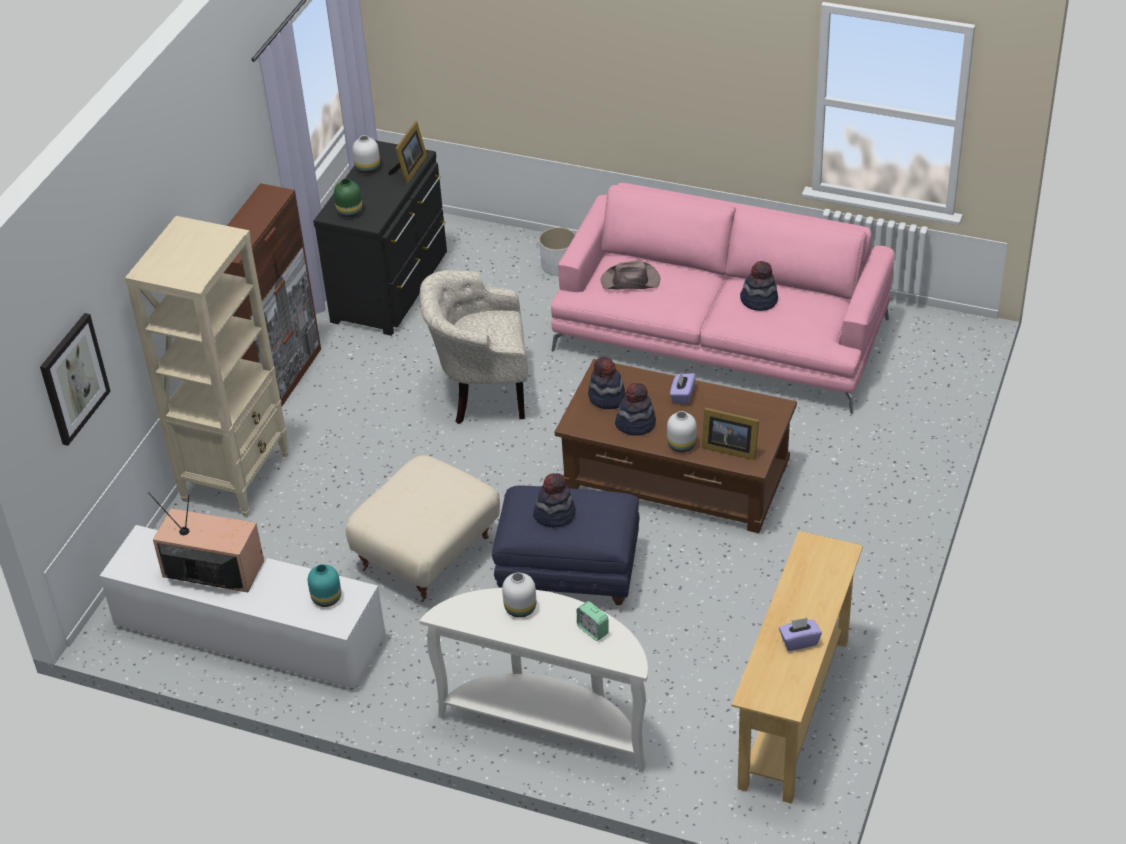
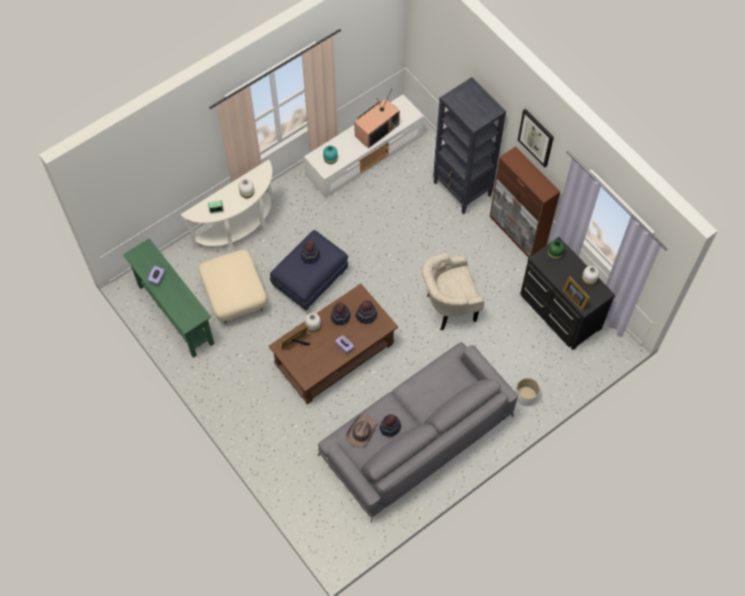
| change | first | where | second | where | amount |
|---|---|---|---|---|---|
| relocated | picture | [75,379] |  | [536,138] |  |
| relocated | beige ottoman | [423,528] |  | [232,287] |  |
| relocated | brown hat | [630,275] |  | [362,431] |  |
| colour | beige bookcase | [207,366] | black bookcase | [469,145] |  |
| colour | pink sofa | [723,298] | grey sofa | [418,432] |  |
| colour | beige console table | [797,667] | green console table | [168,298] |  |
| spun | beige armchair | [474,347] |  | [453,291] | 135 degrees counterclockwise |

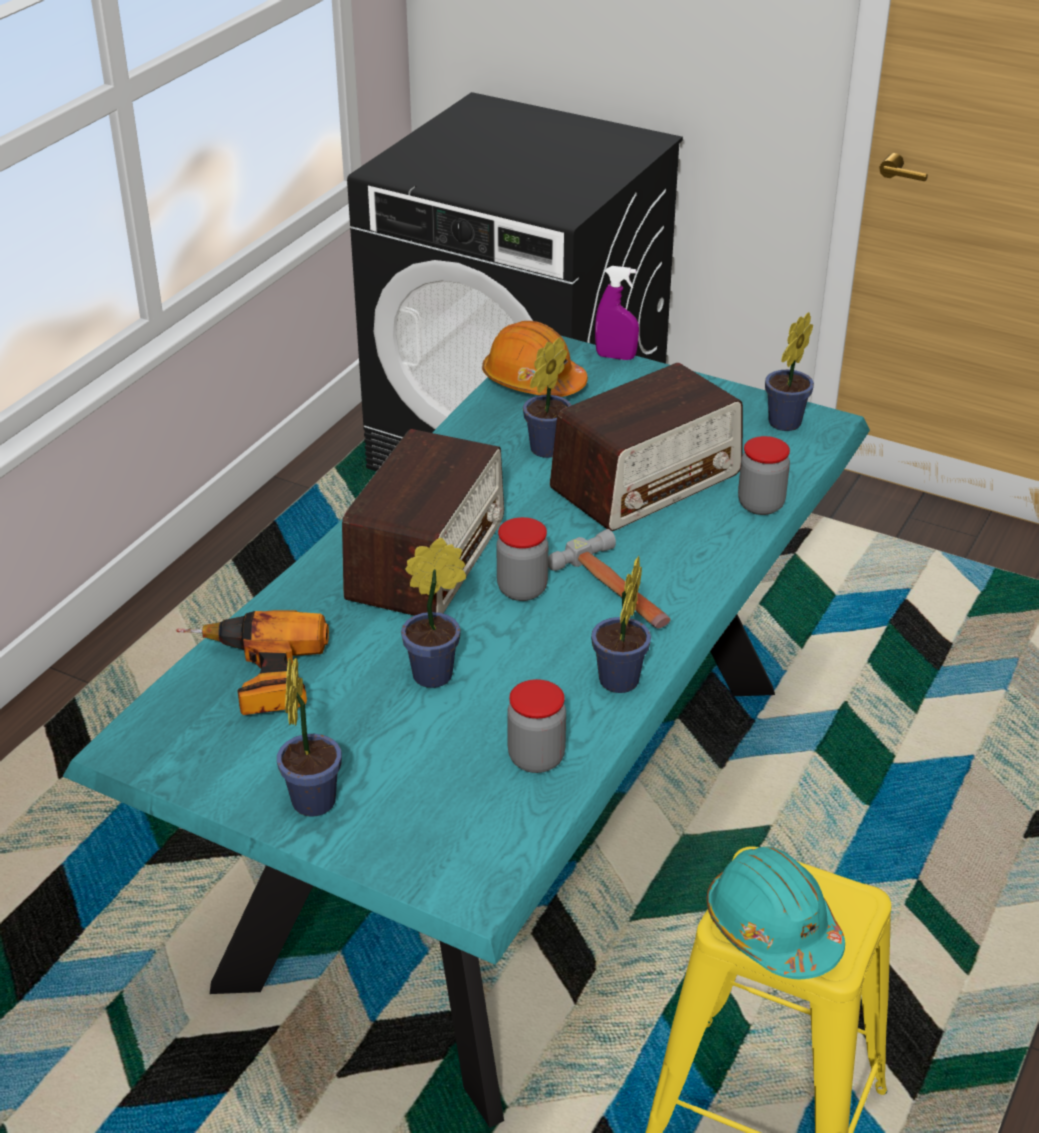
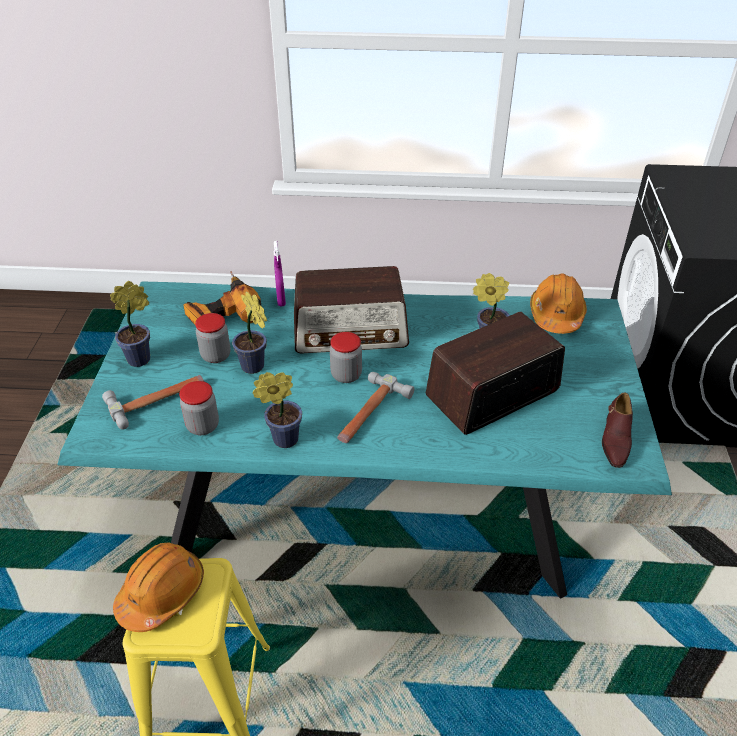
| change | first | where | second | where | amount |
|---|---|---|---|---|---|
| appeared |  |  | hammer | [153,402] |  |
| relocated | purple spray bottle | [617,313] |  | [280,273] |  |
| relocated | jar | [764,475] |  | [213,338] |  |
| exchanged | potted plant | [789,371] | brown shoe | [617,430] |  |
| colour | turquoise hard hat | [775,912] | orange hard hat | [158,587] |  |
| spun | radio | [646,447] |  | [495,373] | 120 degrees clockwise |

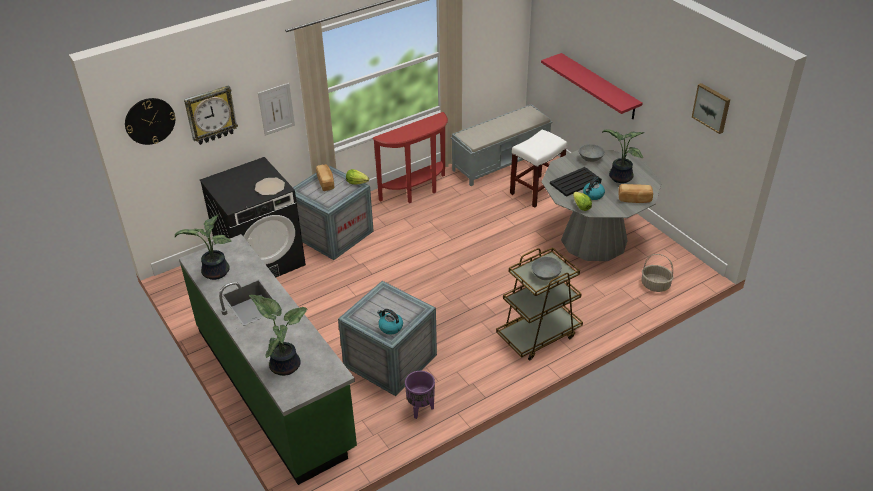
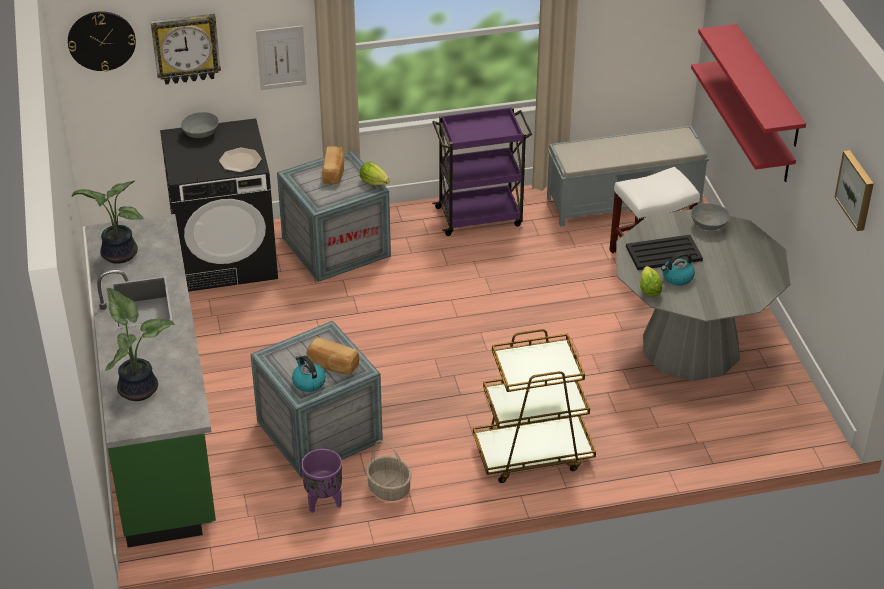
| change | first | where | second | where | amount |
|---|---|---|---|---|---|
| missing | potted plant | [623,156] |  |  |  |
| appeared |  |  | red shelf | [752,85] |  |
| relocated | grey bowl | [546,268] |  | [200,125] |  |
| relocated | bread | [635,193] |  | [333,356] |  |
| relocated | basket | [657,273] |  | [389,470] |  |
| exchanged | red console table | [410,157] | purple cart | [482,171] |  |

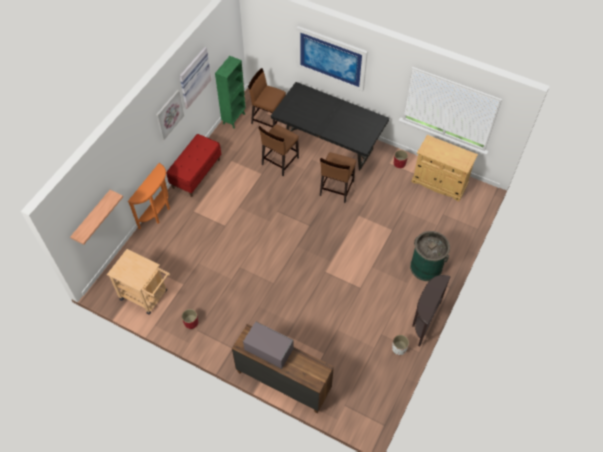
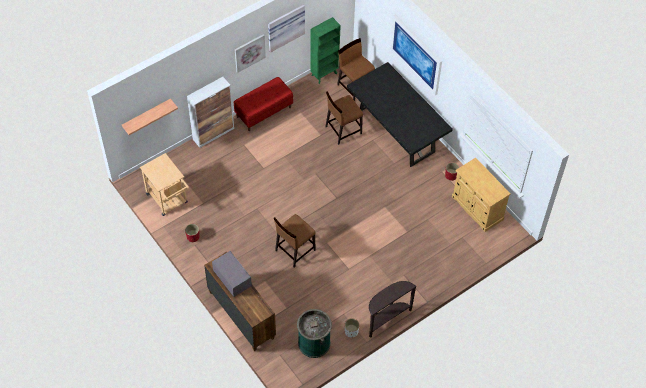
| change | first | where | second | where | amount |
|---|---|---|---|---|---|
| relocated | brown chair | [338,177] |  | [295,241] |  |
| relocated | green trash can | [430,256] |  | [314,333] |  |
| exchanged | orange console table | [149,196] | cabinet | [210,112] |  |

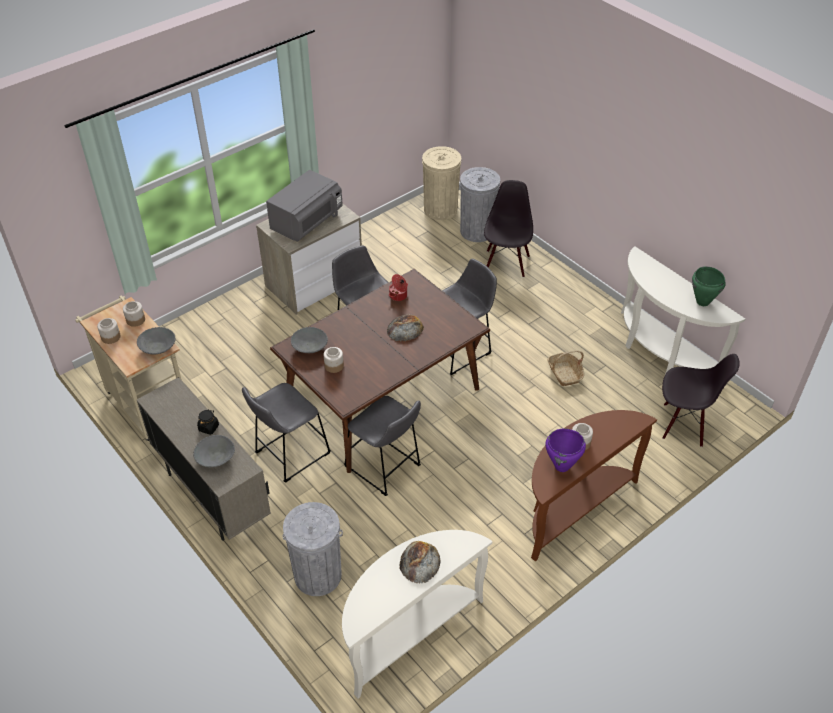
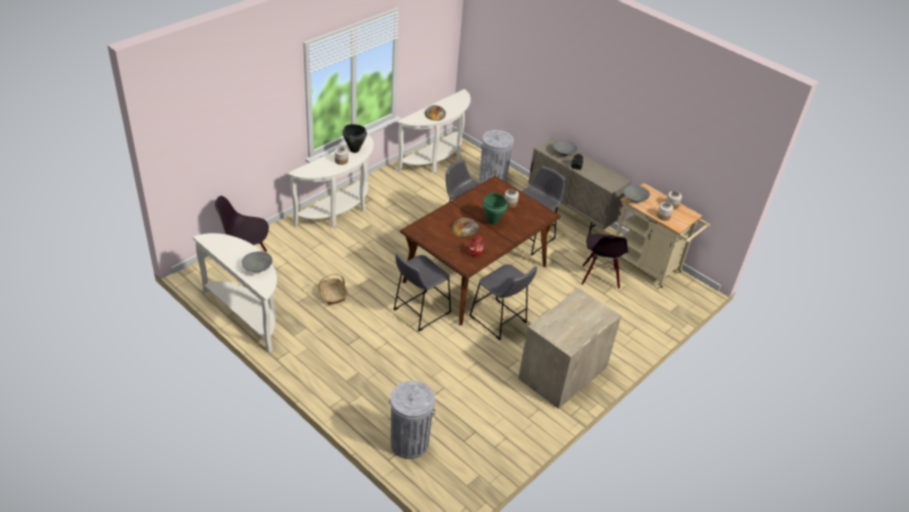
| change | first | where | second | where | amount |
|---|---|---|---|---|---|
| missing | grey microwave | [304,206] |  |  |  |
| missing | beige trash can | [441,183] |  |  |  |
| relocated | grey bowl | [309,340] |  | [257,261] |  |
| relocated | black chair | [508,229] |  | [605,261] |  |
| relocated | green cooking pot | [709,286] |  | [495,209] |  |
| colour | brown console table | [594,486] | white console table | [331,181] |  |
| colour | purple cooking pot | [565,450] | black cooking pot | [355,138] |  |

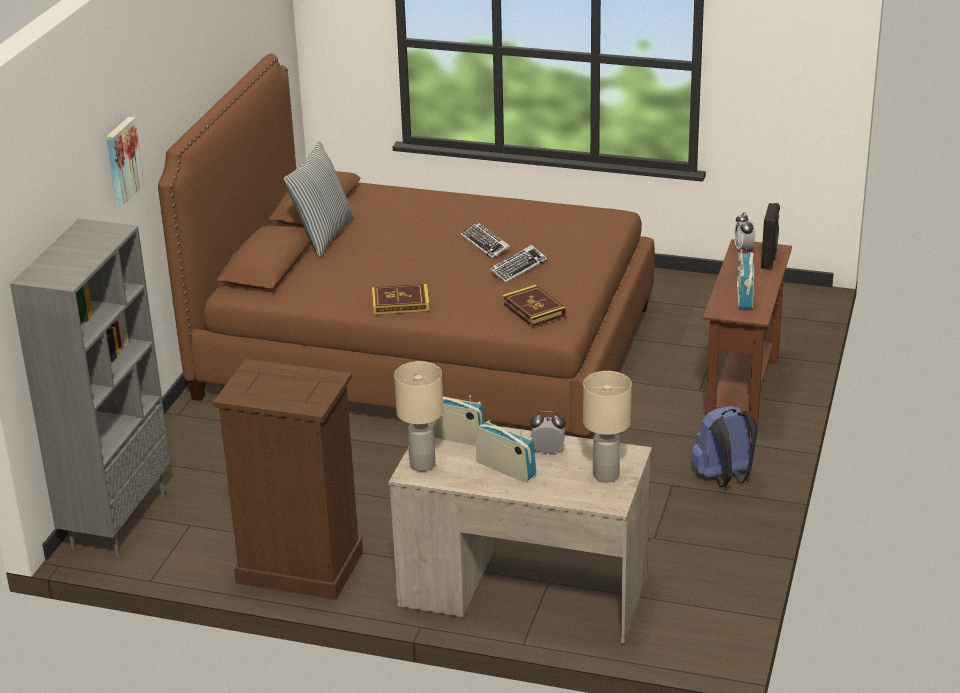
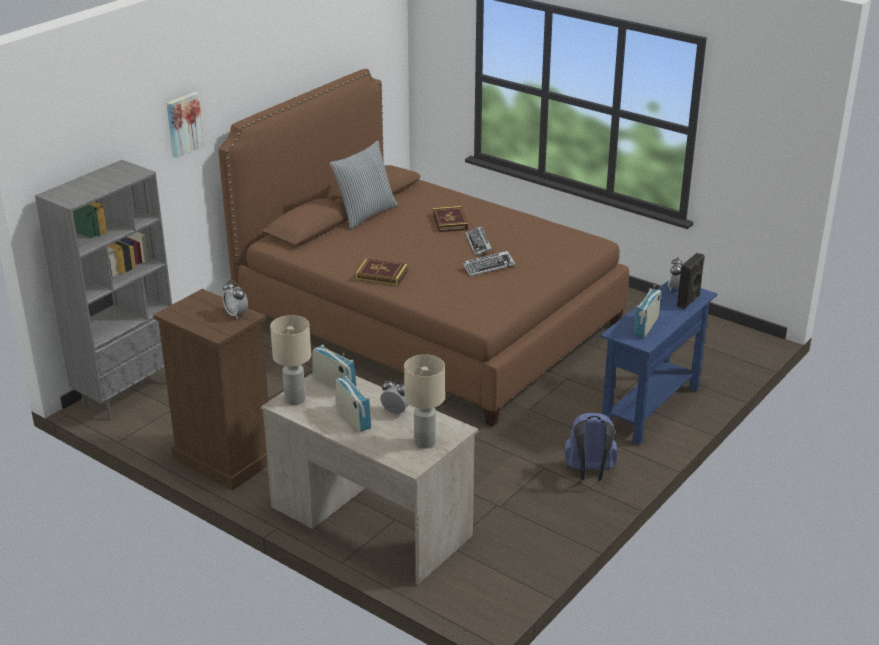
| change | first | where | second | where | amount |
|---|---|---|---|---|---|
| appeared |  |  | alarm clock | [235,299] |  |
| relocated | book | [534,306] |  | [450,219] |  |
| colour | brown console table | [747,337] | blue console table | [658,362] |  |

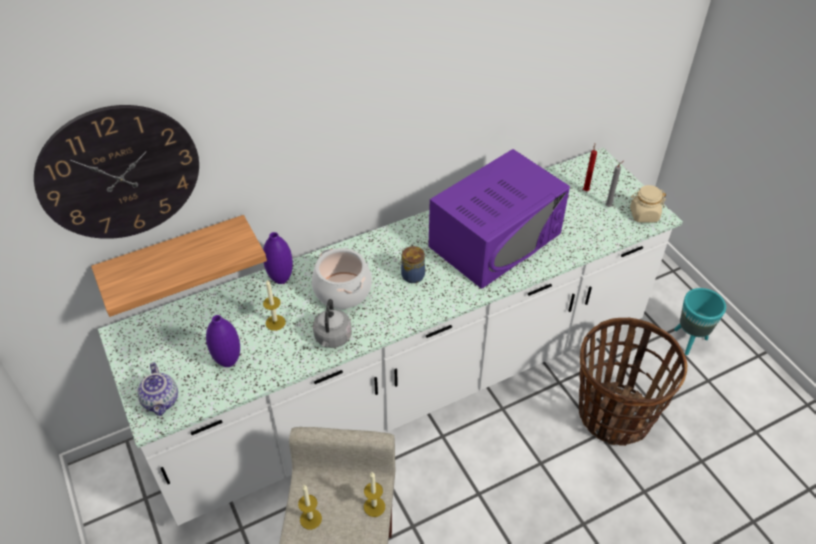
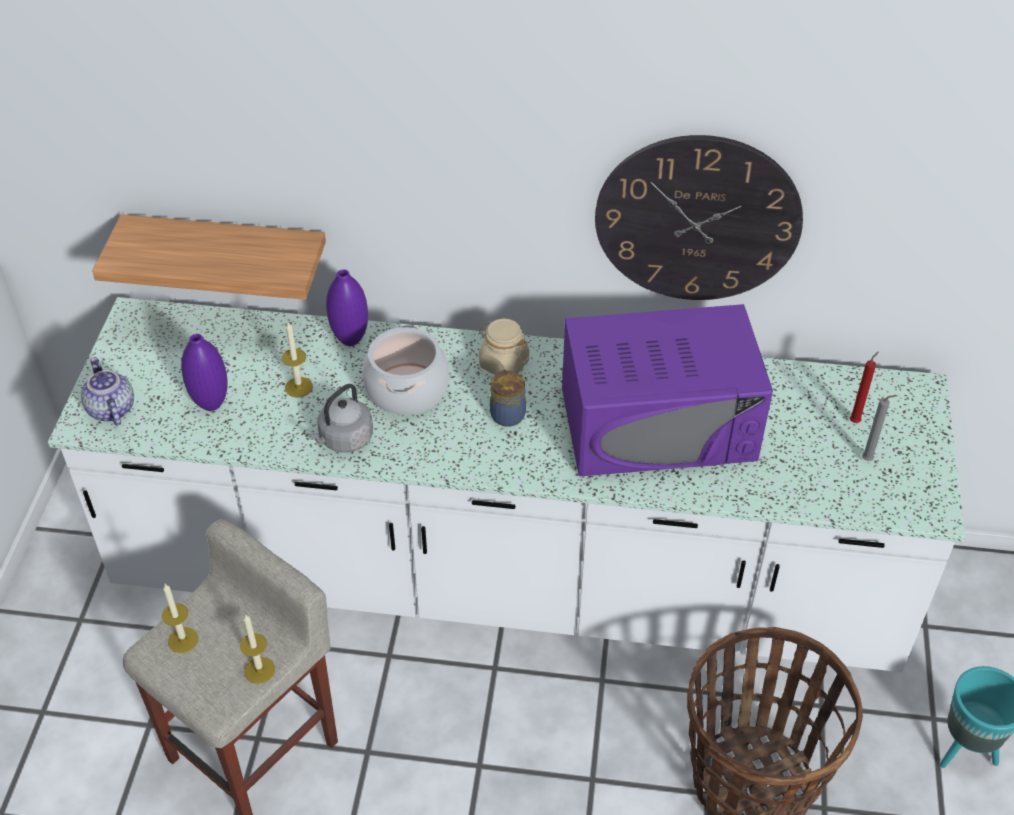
| change | first | where | second | where | amount |
|---|---|---|---|---|---|
| relocated | wall clock | [116,172] |  | [699,217] |  |
| relocated | beige jar | [648,204] |  | [504,347] |  |
| spun | teapot | [157,389] |  | [107,391] | 135 degrees clockwise |

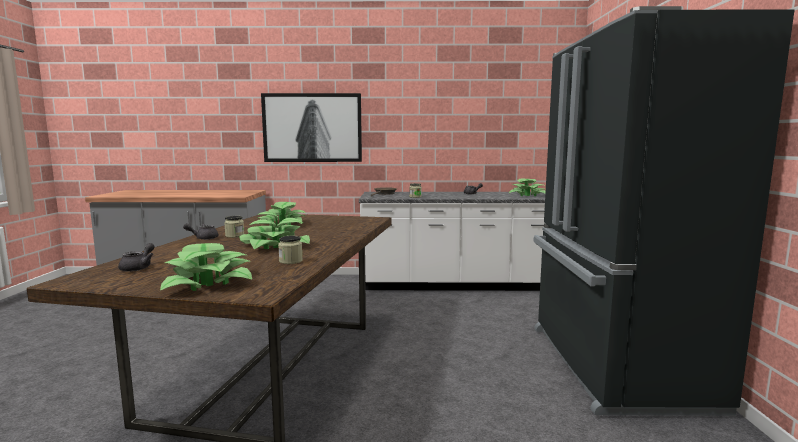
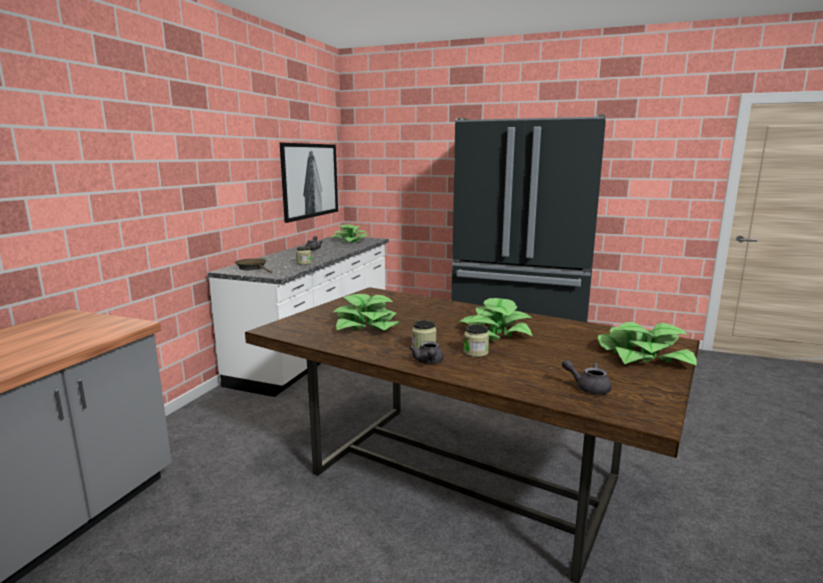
| change | first | where | second | where | amount |
|---|---|---|---|---|---|
| relocated | picture | [311,127] |  | [309,183] |  |
| relocated | jar | [290,250] |  | [476,340] |  |

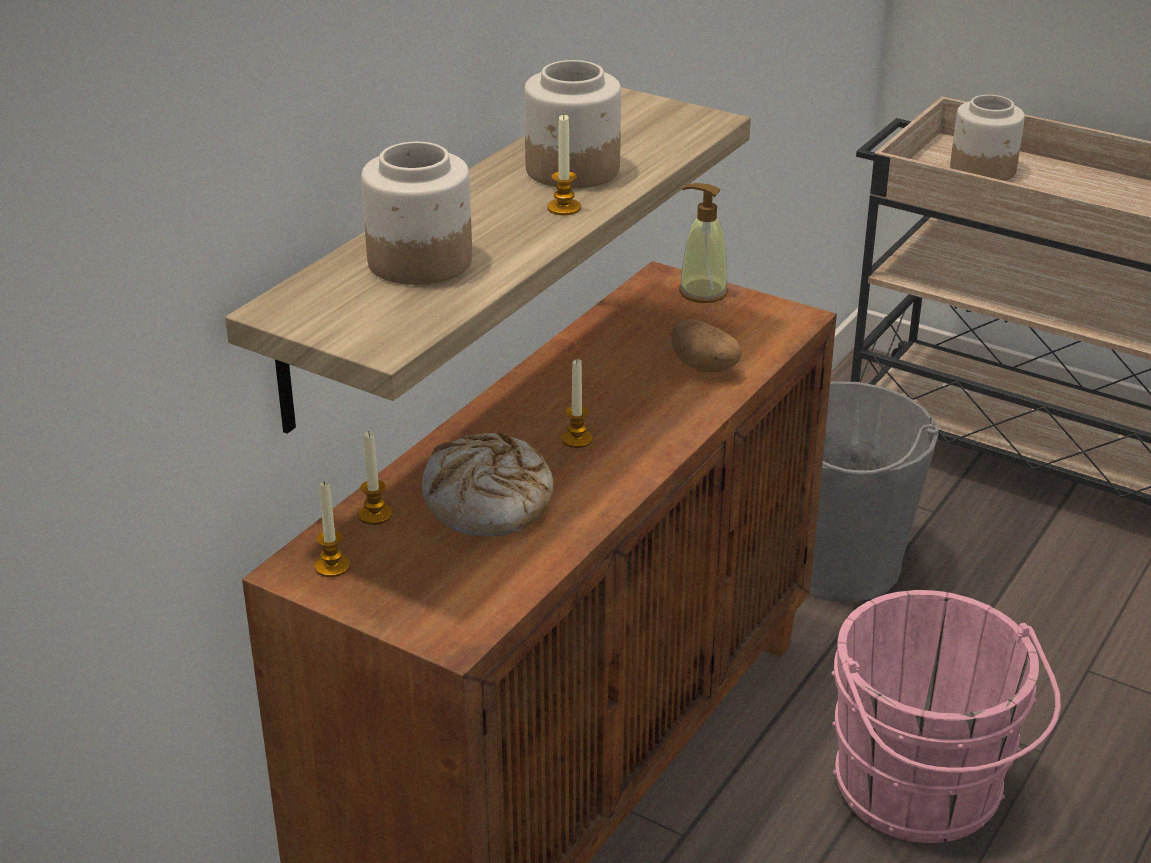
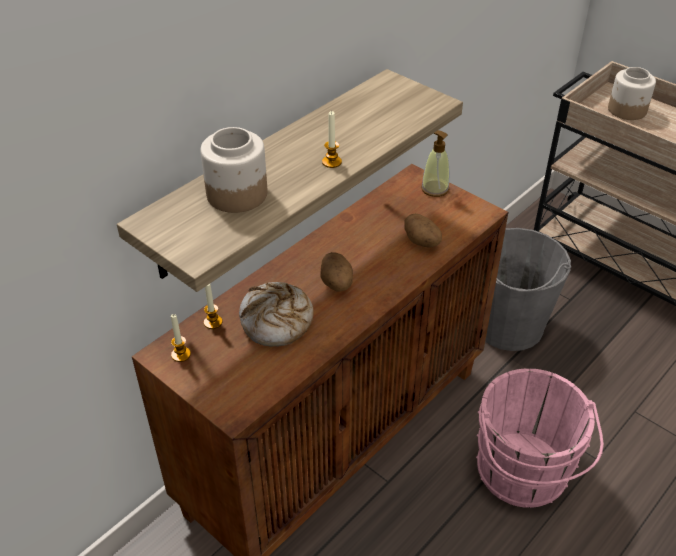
| change | first | where | second | where | amount |
|---|---|---|---|---|---|
| missing | jar | [572,124] |  |  |  |
| exchanged | candle | [577,403] | potato | [336,272] |  |

